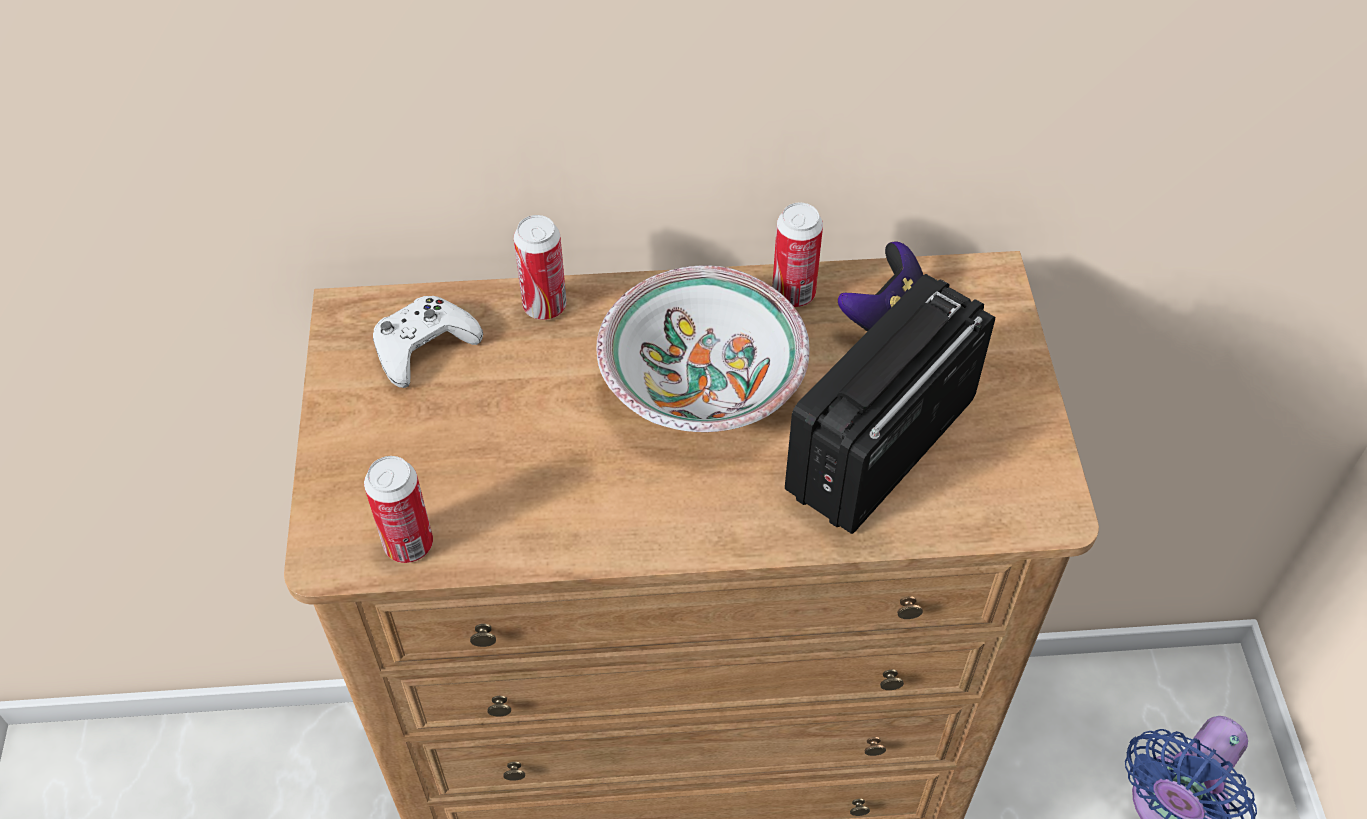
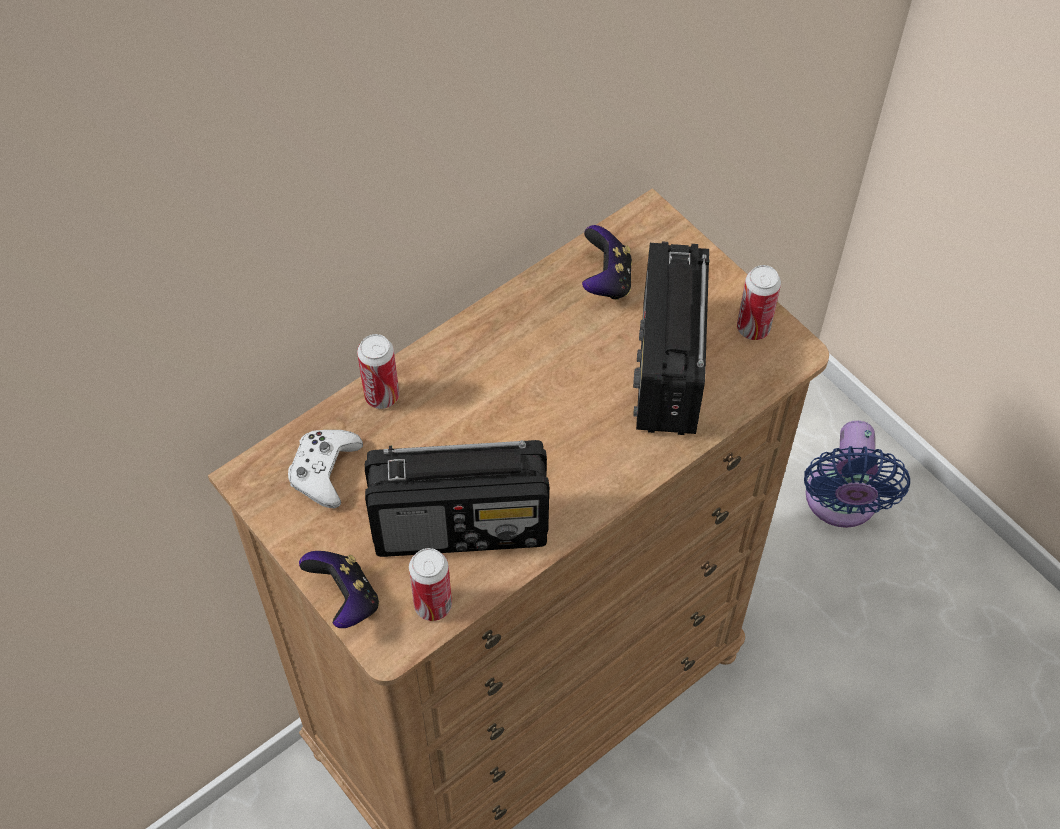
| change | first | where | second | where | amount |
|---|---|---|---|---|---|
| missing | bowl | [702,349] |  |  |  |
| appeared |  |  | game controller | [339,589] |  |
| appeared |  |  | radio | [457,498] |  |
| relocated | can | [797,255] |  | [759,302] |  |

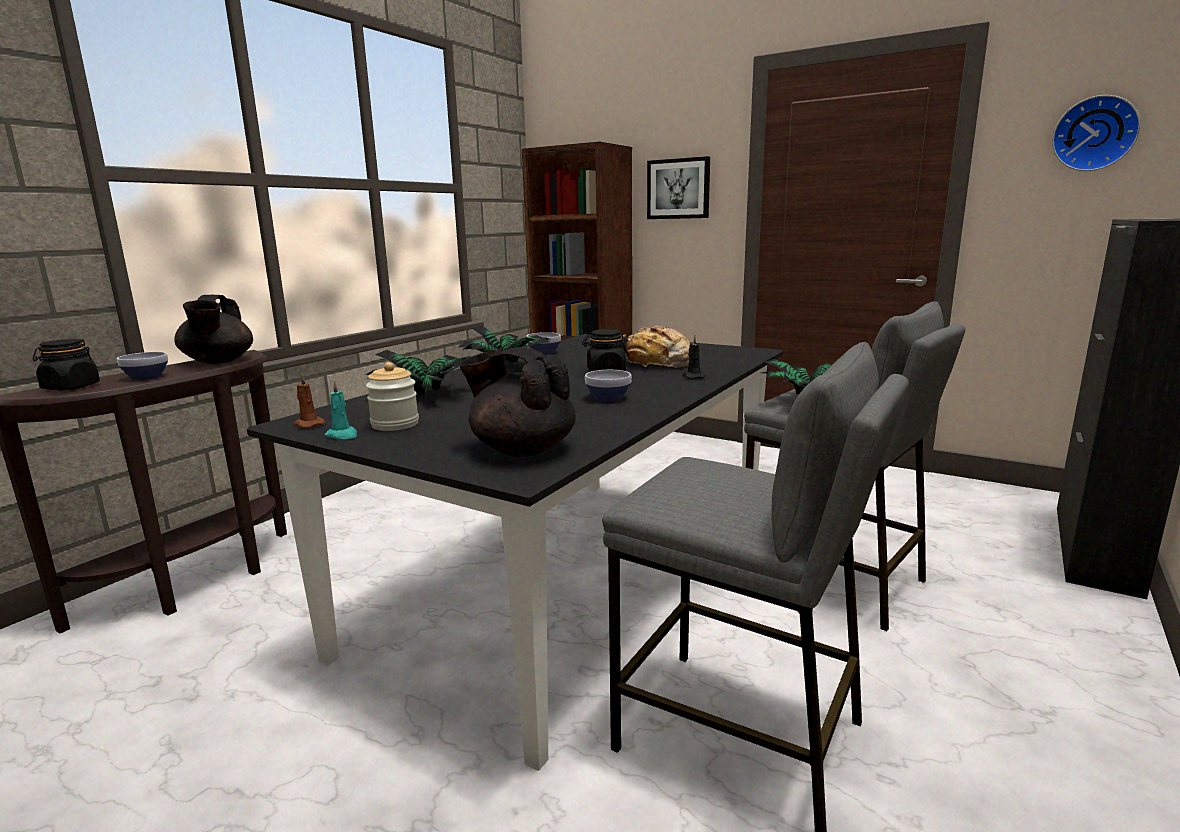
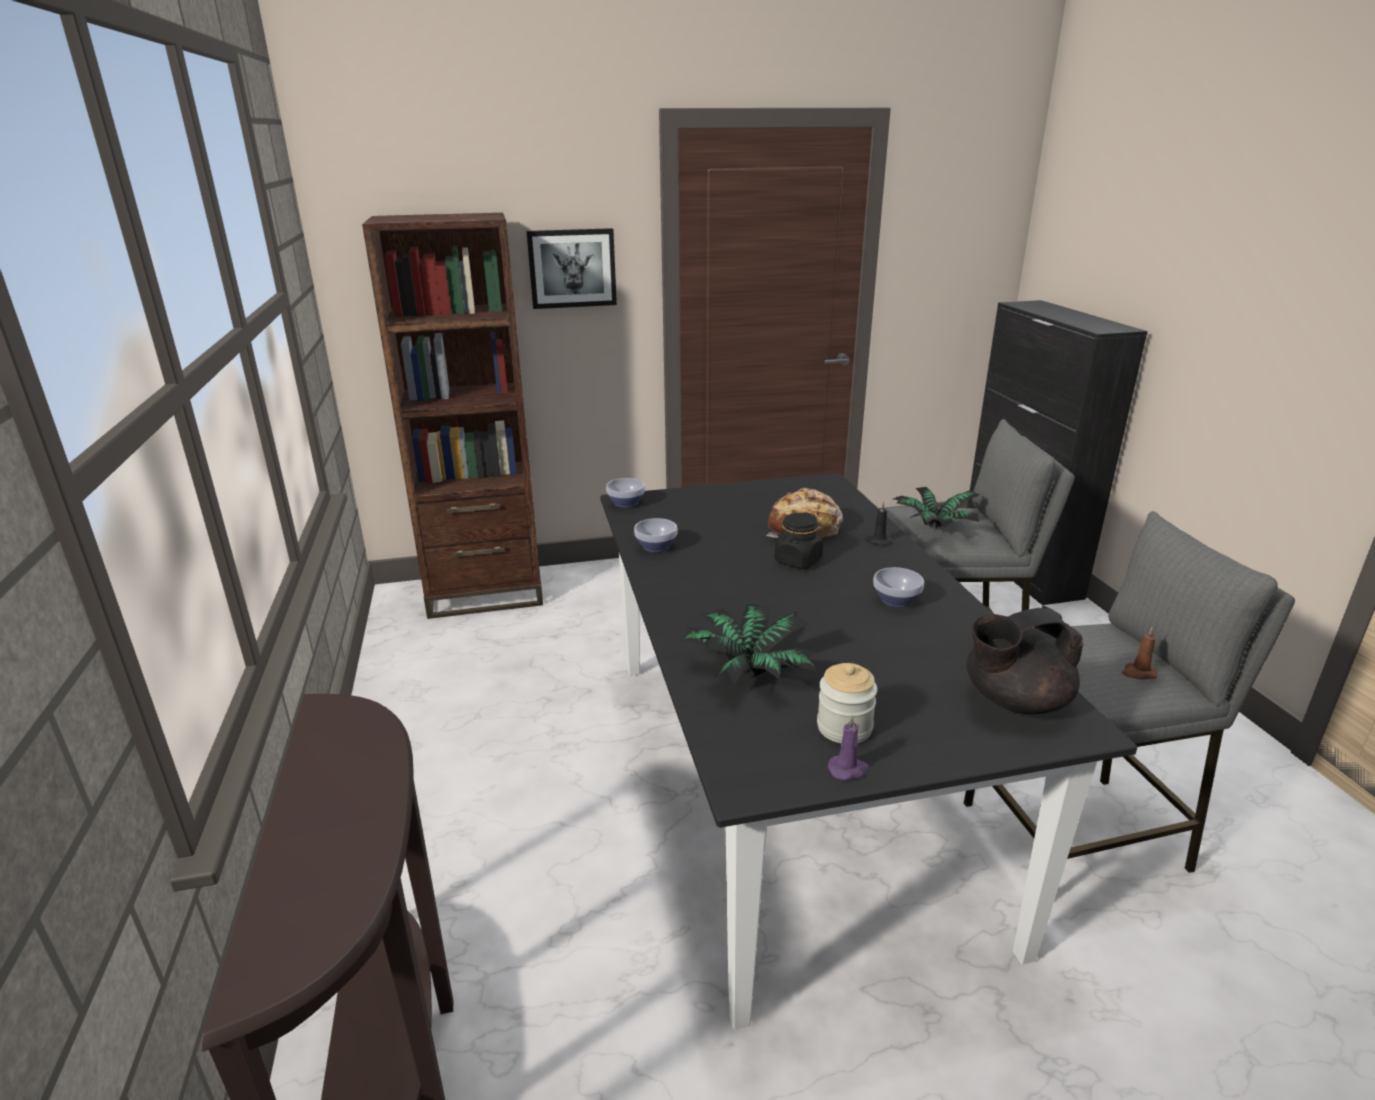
| change | first | where | second | where | amount |
|---|---|---|---|---|---|
| missing | black jar | [66,364] |  |  |  |
| missing | black teapot | [213,329] |  |  |  |
| missing | potted plant | [504,344] |  |  |  |
| missing | wall clock | [1096,133] |  |  |  |
| relocated | bowl | [142,366] |  | [625,493] |  |
| relocated | brown candle | [309,400] |  | [1139,653] |  |
| colour | turquoise candle | [340,409] | purple candle | [848,747] |  |

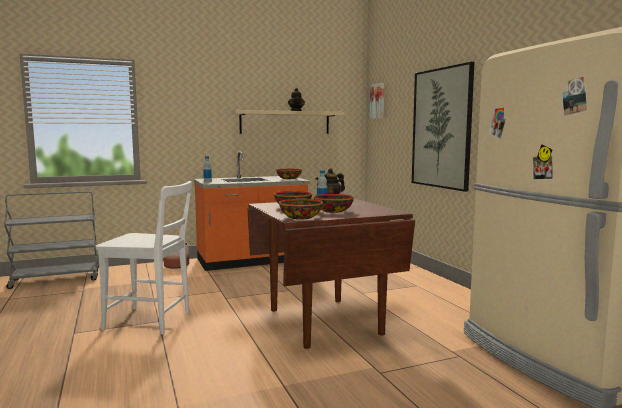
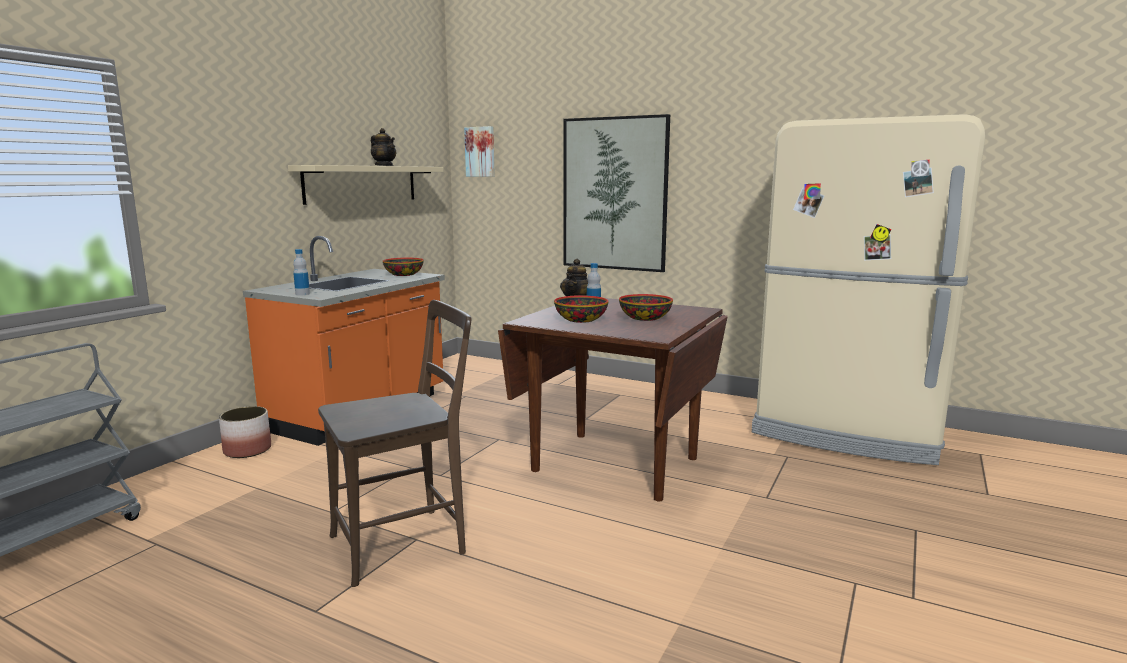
| change | first | where | second | where | amount |
|---|---|---|---|---|---|
| missing | bowl | [301,209] |  |  |  |
| colour | white chair | [144,258] | brown chair | [394,443] |  |

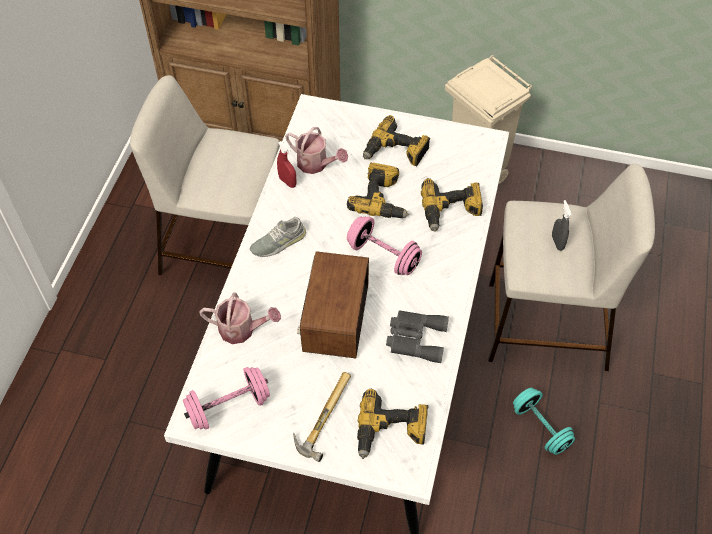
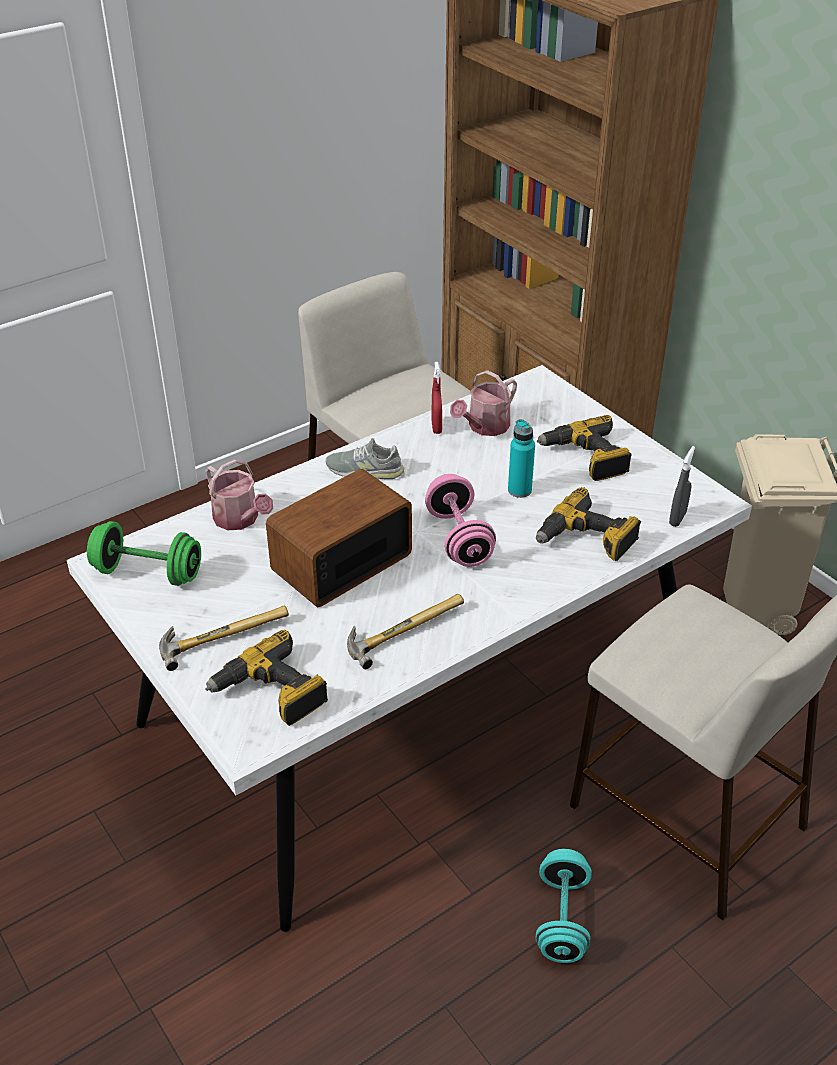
| change | first | where | second | where | amount |
|---|---|---|---|---|---|
| relocated | grey spray bottle | [561,225] |  | [682,486] |  |
| exchanged | power drill | [378,190] | turquoise bottle | [521,458] |  |
| exchanged | grey binoculars | [417,336] | hammer | [405,631] |  |
| colour | pink dumbbell | [226,398] | green dumbbell | [144,553] |  |
| spun | watering can | [316,150] |  | [483,403] | 60 degrees clockwise |

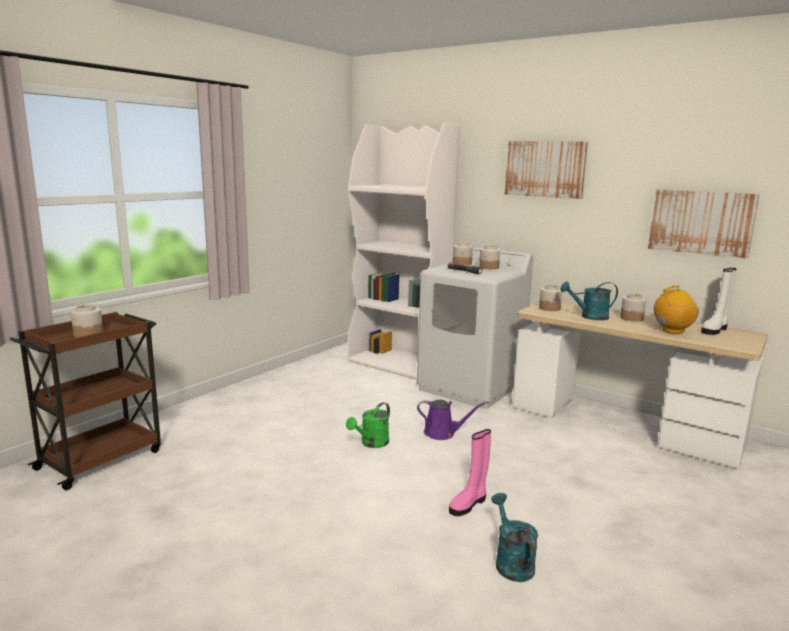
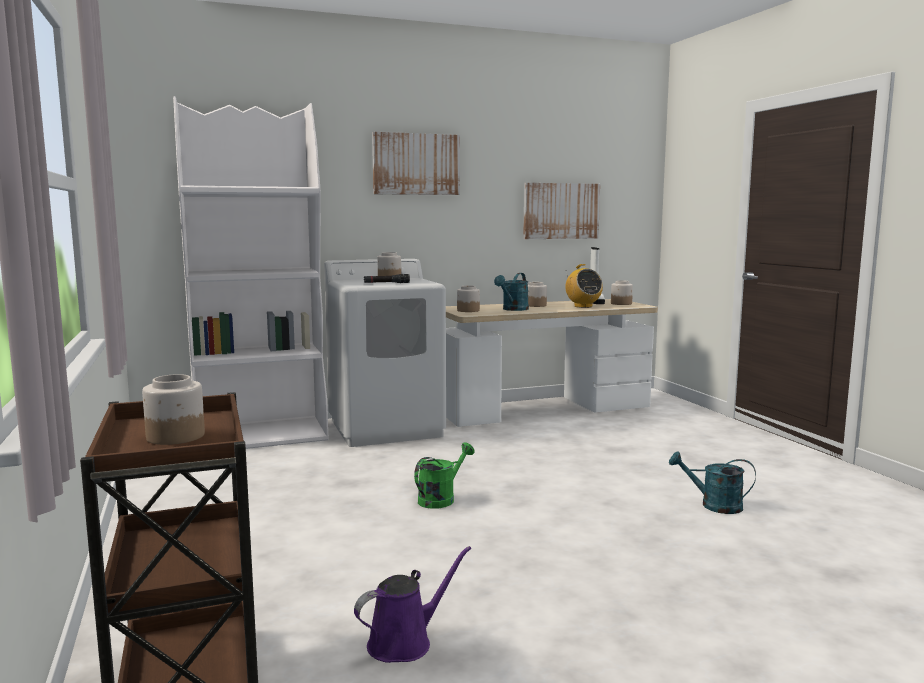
| change | first | where | second | where | amount |
|---|---|---|---|---|---|
| missing | pink boot | [470,472] |  |  |  |
| relocated | purple watering can | [450,420] |  | [412,604] |  |
| relocated | jar | [463,254] |  | [622,292] |  |
| spun | green watering can | [368,425] |  | [444,475] | 120 degrees counterclockwise |
| spun | radio | [676,309] |  | [584,286] | 135 degrees clockwise |

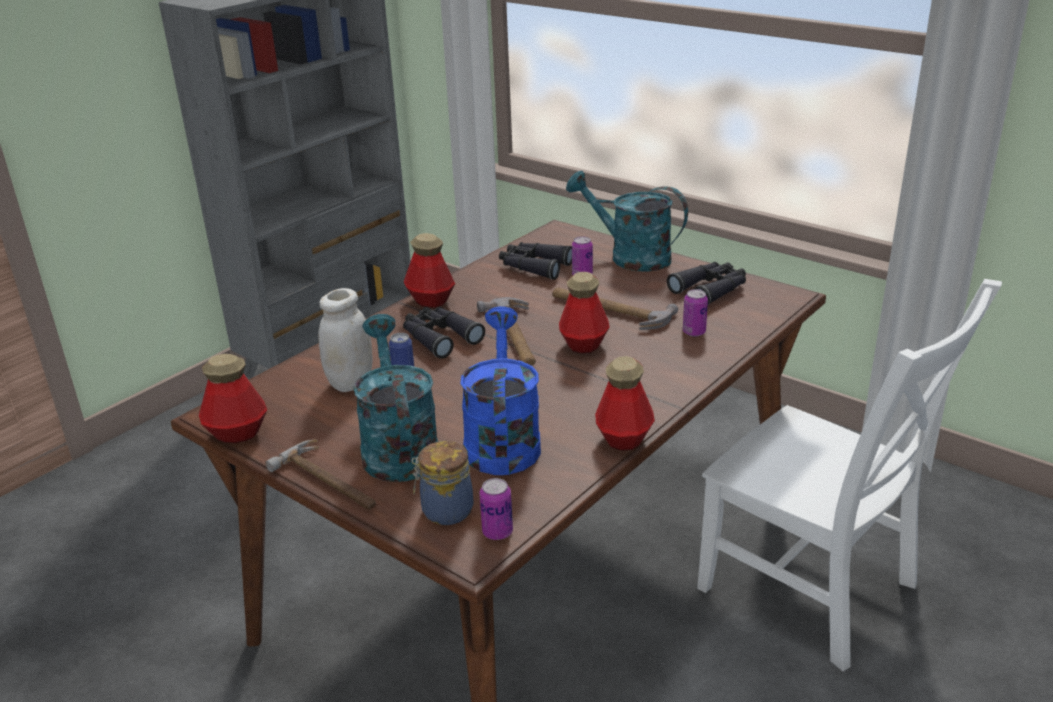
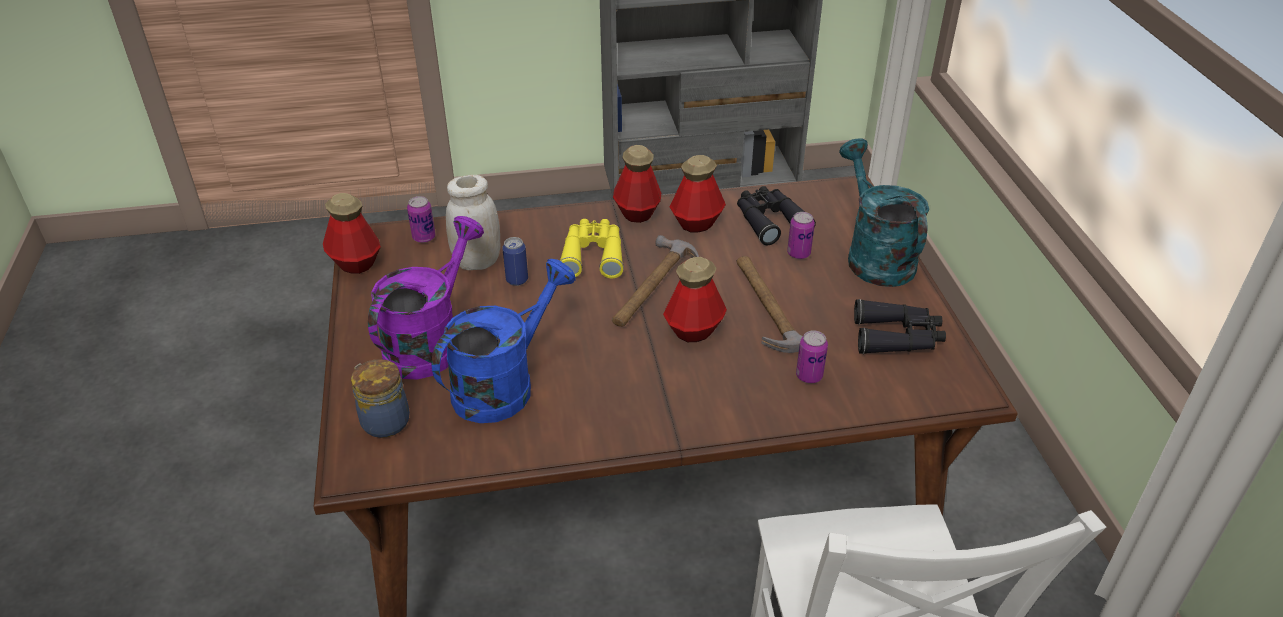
| change | first | where | second | where | amount |
|---|---|---|---|---|---|
| missing | hammer | [320,474] |  |  |  |
| relocated | can | [496,509] |  | [421,219] |  |
| relocated | bottle | [625,403] |  | [698,194] |  |
| colour | turquoise watering can | [395,398] | purple watering can | [426,298] |  |
| colour | black binoculars | [444,333] | yellow binoculars | [592,248] |  |

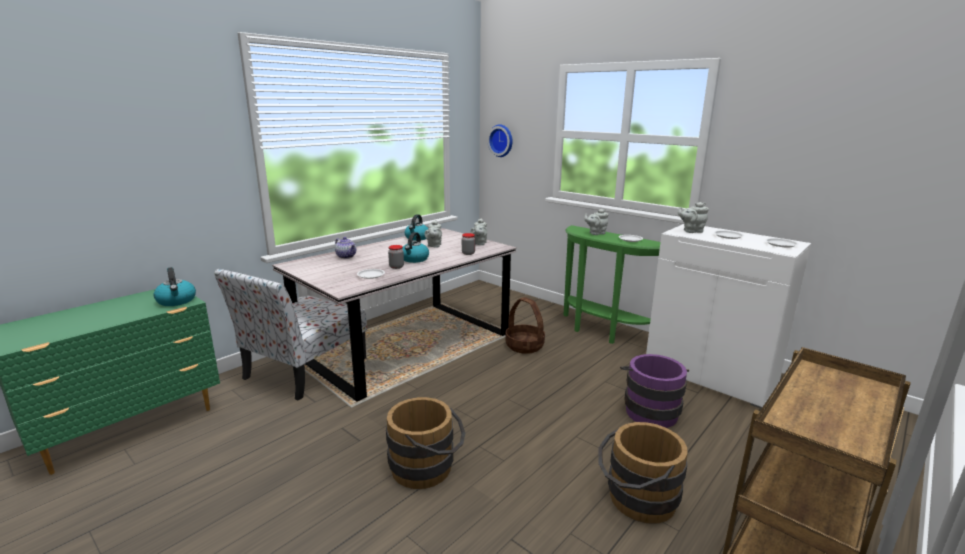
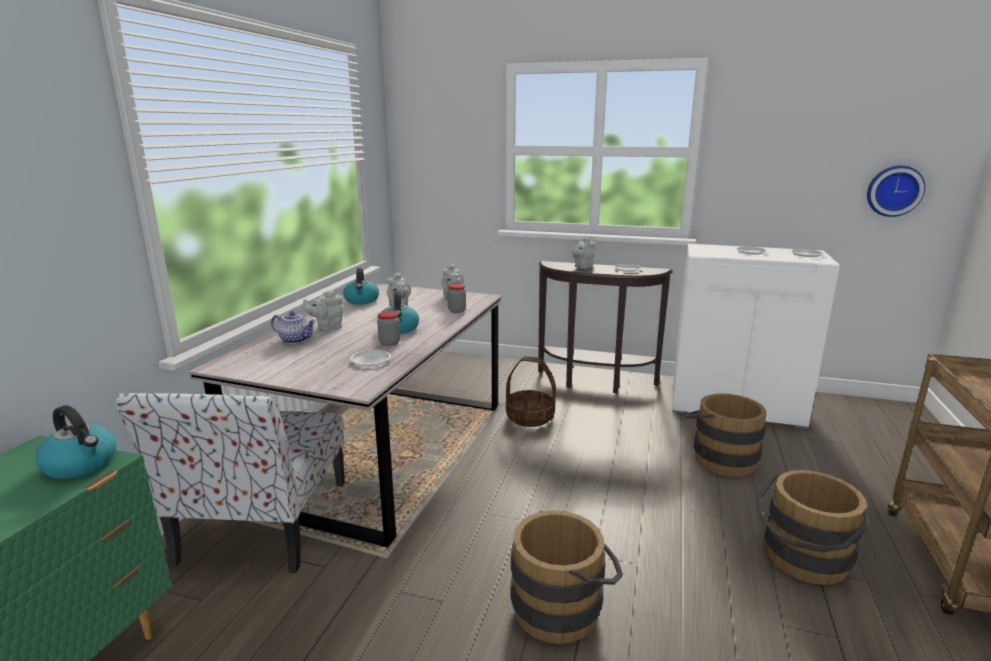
| change | first | where | second | where | amount |
|---|---|---|---|---|---|
| relocated | wall clock | [500,140] |  | [896,191] |  |
| relocated | grey teapot | [693,217] |  | [323,310] |  |
| colour | green console table | [611,284] | brown console table | [605,327] |  |
| colour | purple bucket | [654,391] | brown bucket | [726,435] |  |

